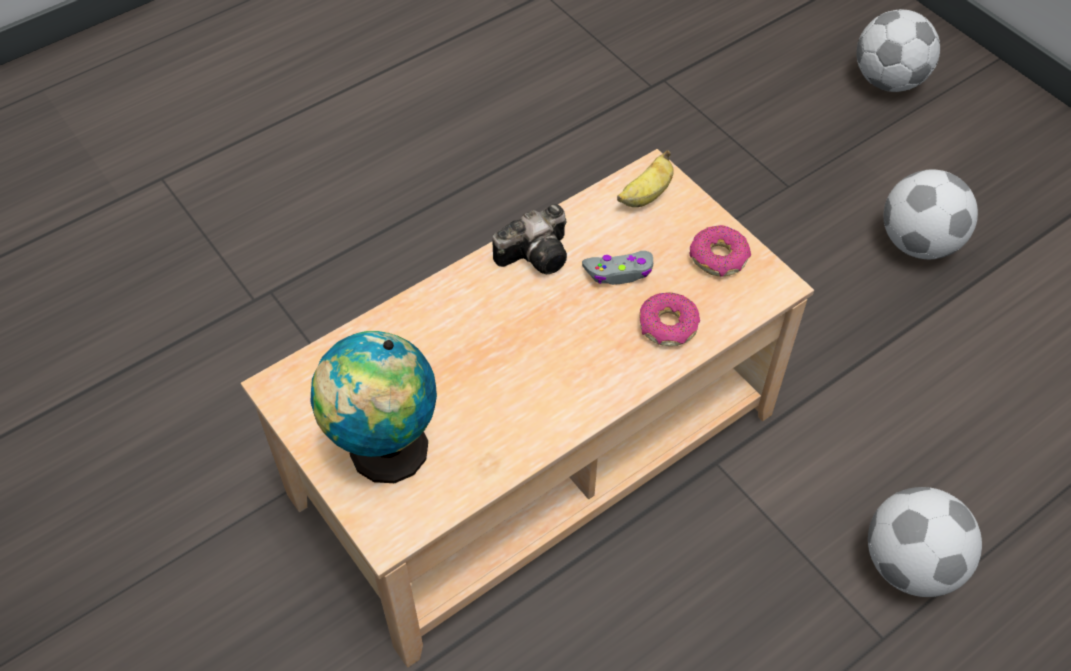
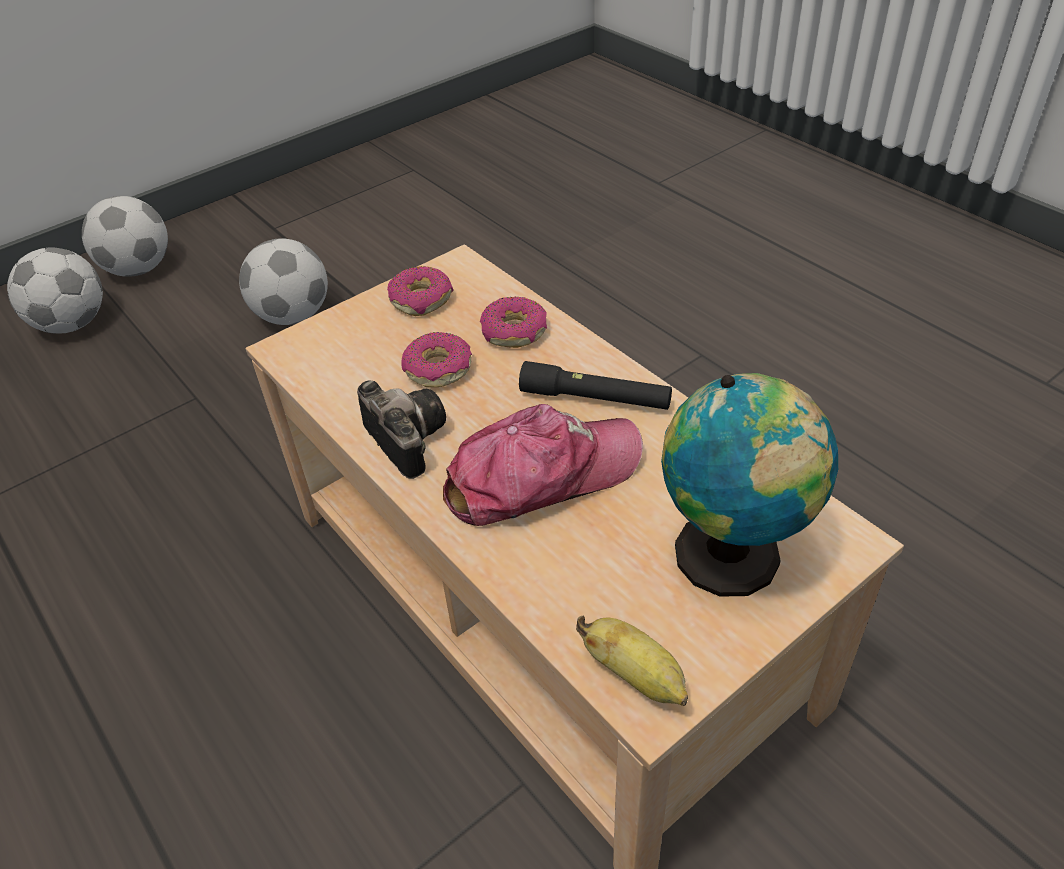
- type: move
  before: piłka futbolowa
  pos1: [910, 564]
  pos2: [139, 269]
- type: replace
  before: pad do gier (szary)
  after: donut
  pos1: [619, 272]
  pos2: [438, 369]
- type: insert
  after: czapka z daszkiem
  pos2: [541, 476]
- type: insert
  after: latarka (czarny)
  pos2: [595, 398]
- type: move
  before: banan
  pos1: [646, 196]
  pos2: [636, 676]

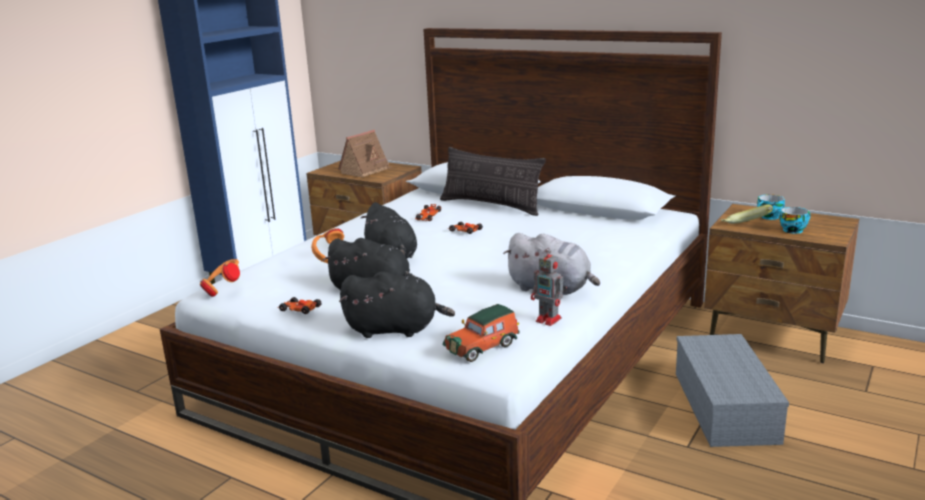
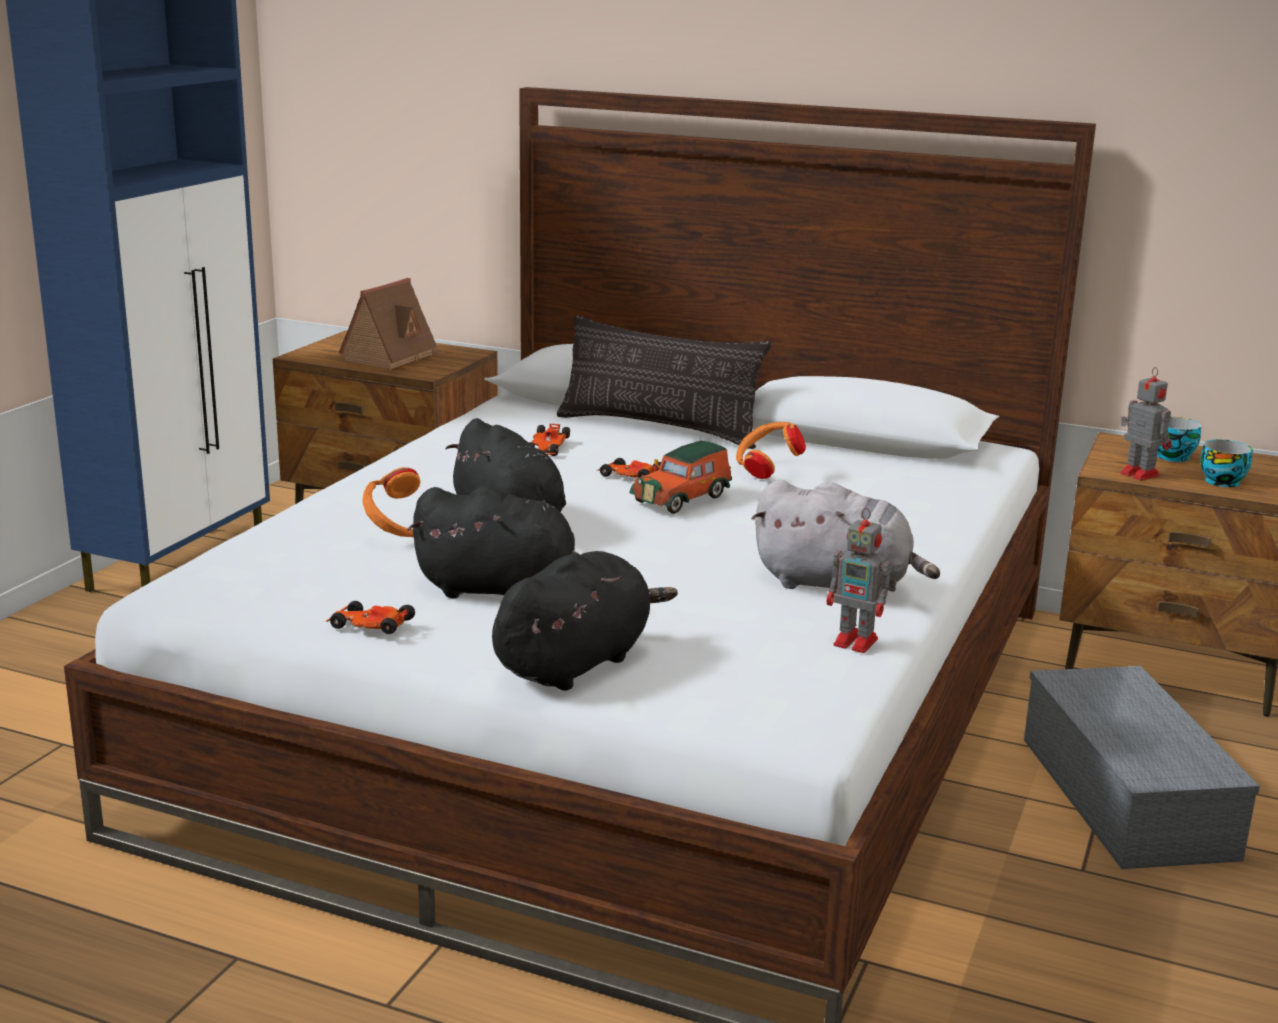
- type: rotate
  before: pluszak (czarny)
  pos1: [396, 329]
  pos2: [576, 662]
  turn: -45
- type: move
  before: samochodzik
  pos1: [483, 347]
  pos2: [683, 498]
- type: move
  before: słuchawki (pomarańczowy)
  pos1: [223, 290]
  pos2: [766, 470]
- type: replace
  before: banan
  after: robot zabawkowy
  pos1: [745, 226]
  pos2: [1138, 474]

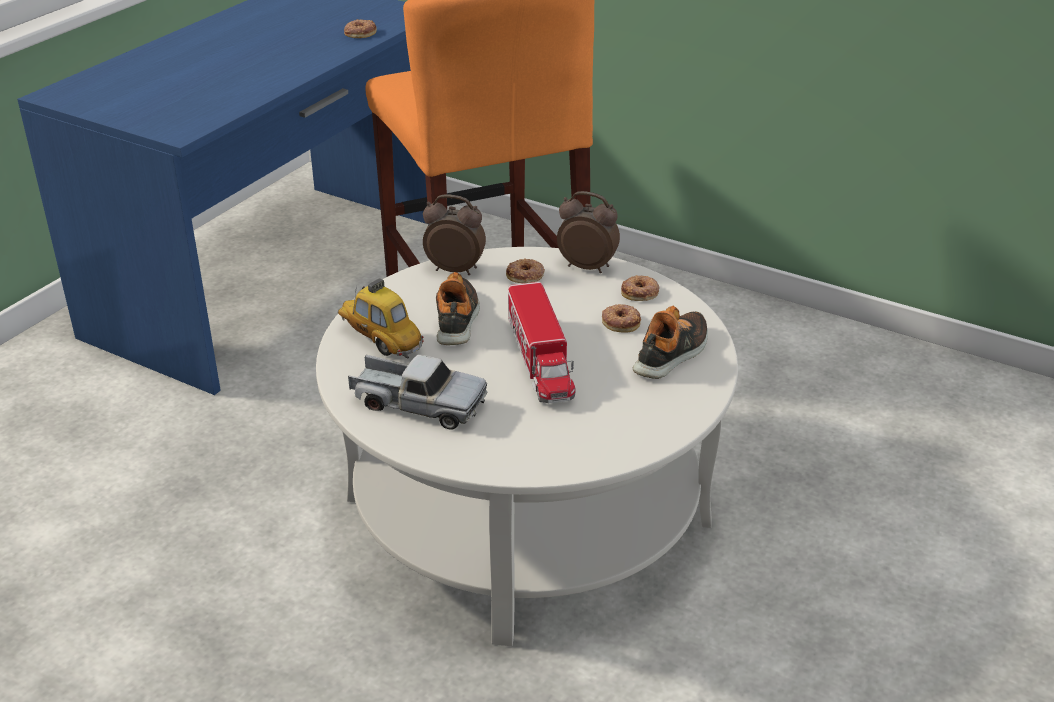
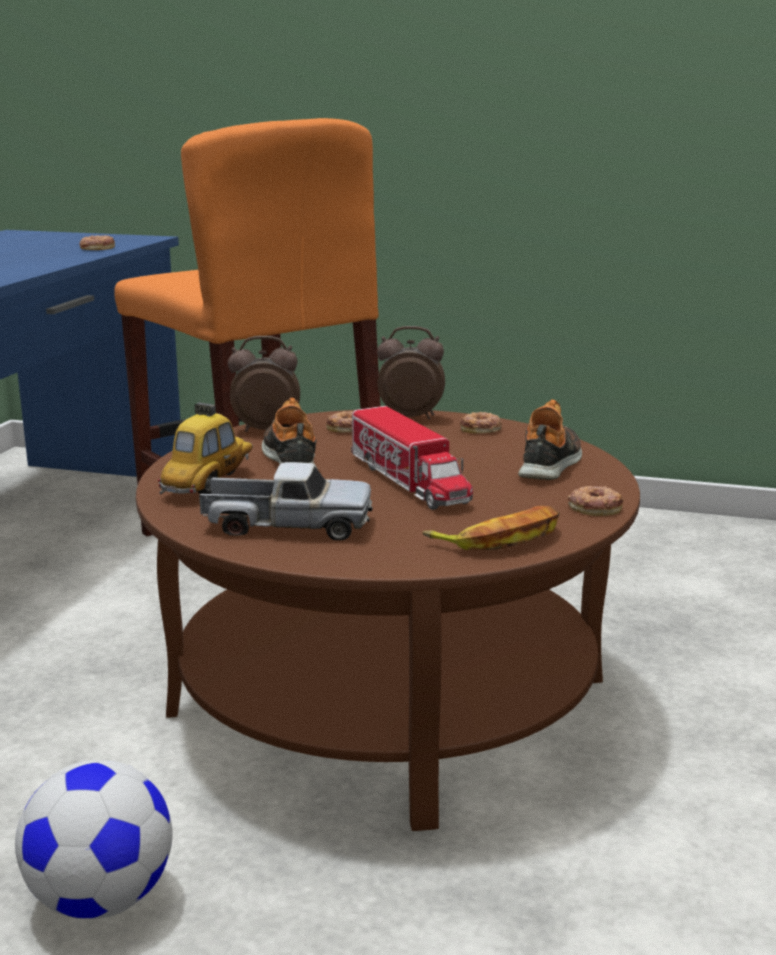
- type: insert
  after: piłka futbolowa
  pos2: [100, 899]
- type: recolor
  before: ława (biały)
  after: ława (brązowy)
  pos1: [526, 509]
  pos2: [387, 694]
- type: rotate
  before: samochodzik
  pos1: [380, 340]
  pos2: [209, 484]
  turn: 90
- type: insert
  after: banan
  pos2: [499, 539]
- type: move
  before: donut
  pos1: [621, 322]
  pos2: [595, 507]

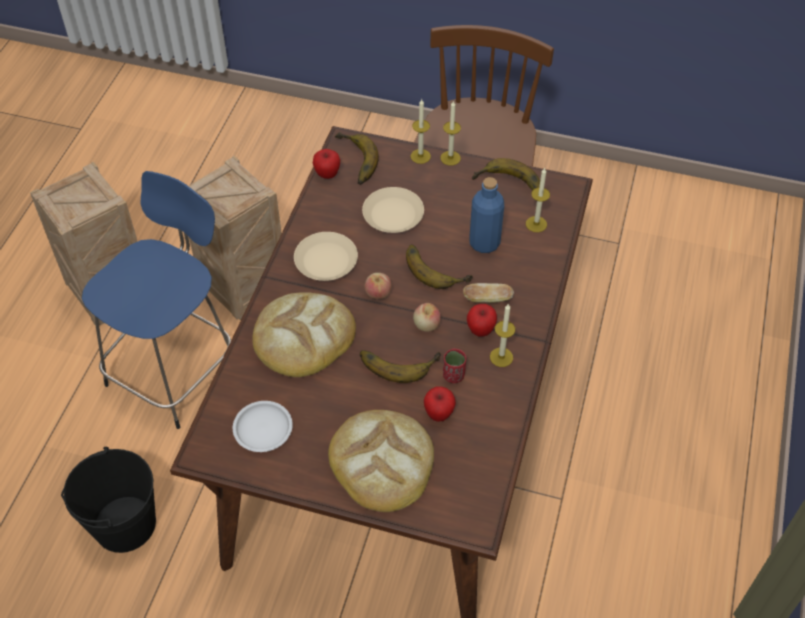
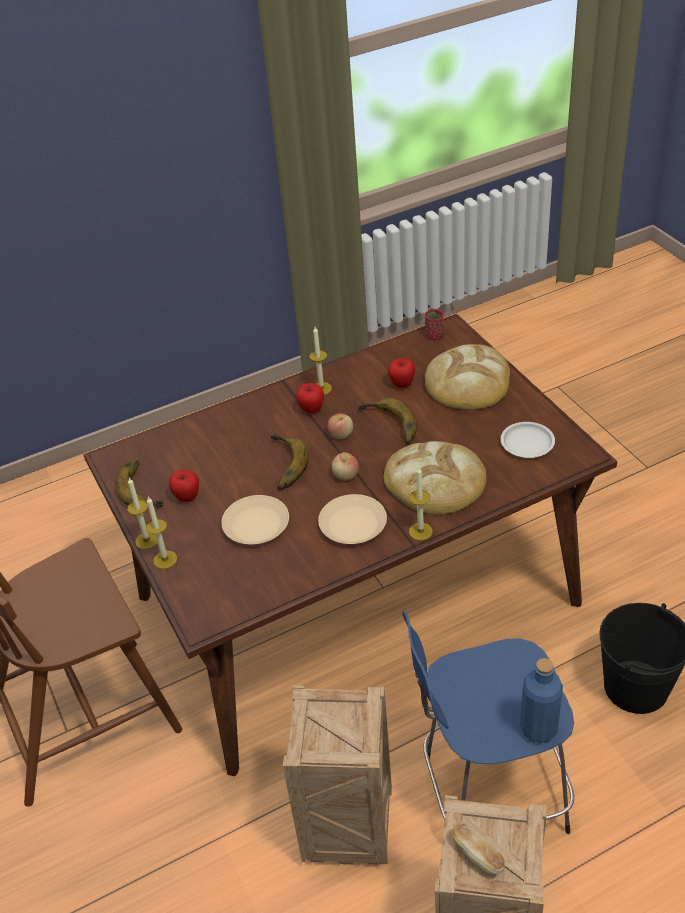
- type: move
  before: jabłko
  pos1: [327, 174]
  pos2: [187, 497]
- type: move
  before: świeca
  pos1: [536, 224]
  pos2: [420, 531]
- type: move
  before: filiżanka (czerwony)
  pos1: [453, 375]
  pos2: [434, 335]
- type: move
  before: chleb
  pos1: [487, 299]
  pos2: [477, 855]
- type: move
  before: butelka (niebieski)
  pos1: [484, 243]
  pos2: [538, 728]
- type: delete
  before: banan
  pos1: [353, 161]

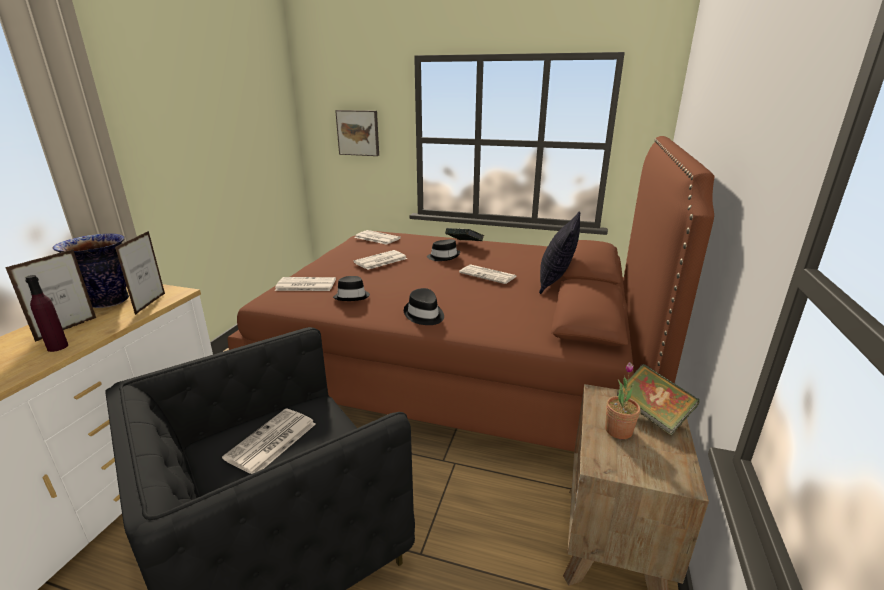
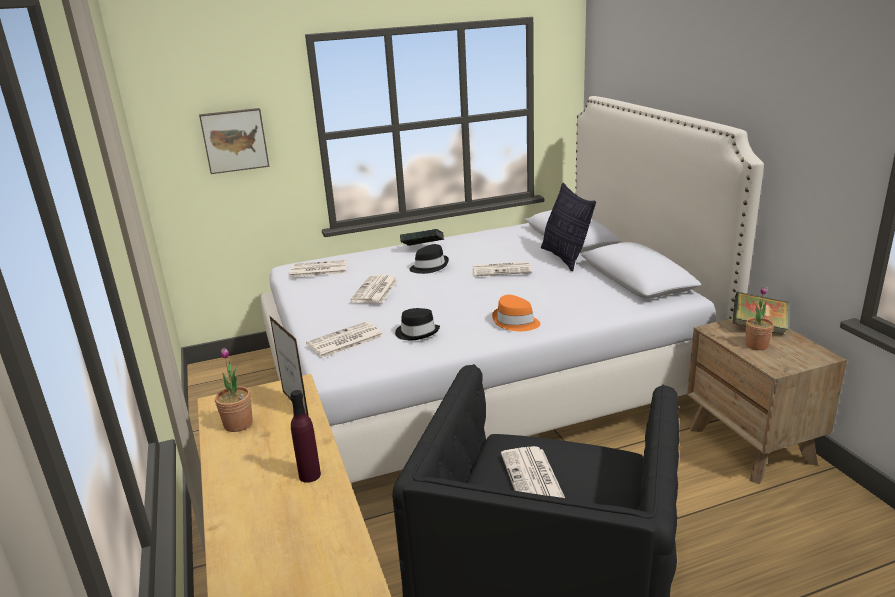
- type: replace
  before: wazon
  after: roślina doniczkowa
  pos1: [109, 301]
  pos2: [238, 424]
- type: recolor
  before: łóżko (brązowy)
  after: łóżko (biały)
  pos1: [461, 363]
  pos2: [482, 378]
- type: recolor
  before: kapelusz (czarny)
  after: kapelusz (pomarańczowy)
  pos1: [424, 315]
  pos2: [515, 322]
- type: delete
  before: ramka na zdjęcie
  pos1: [67, 329]

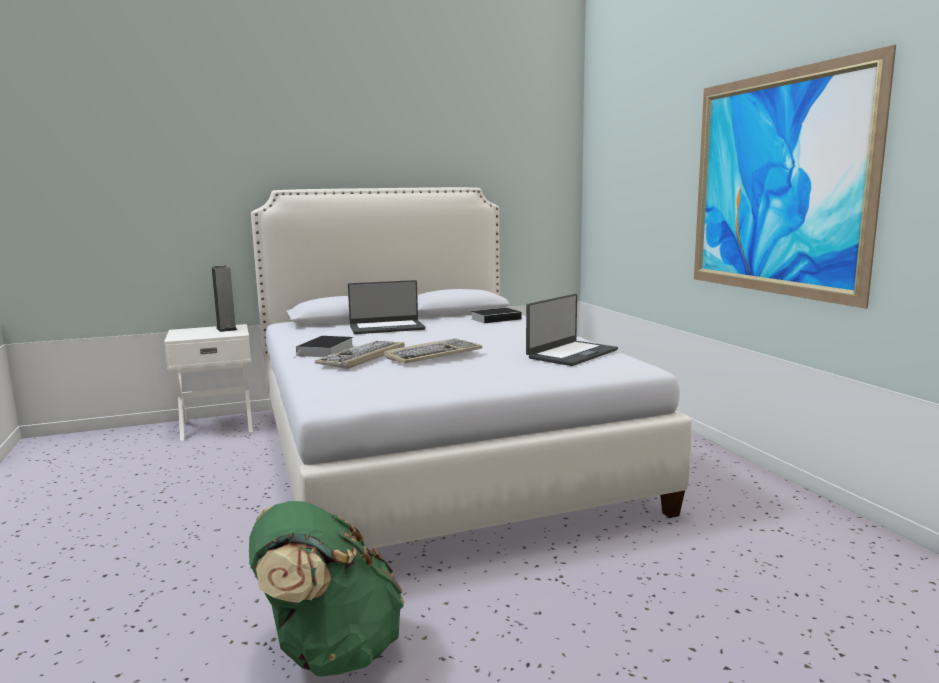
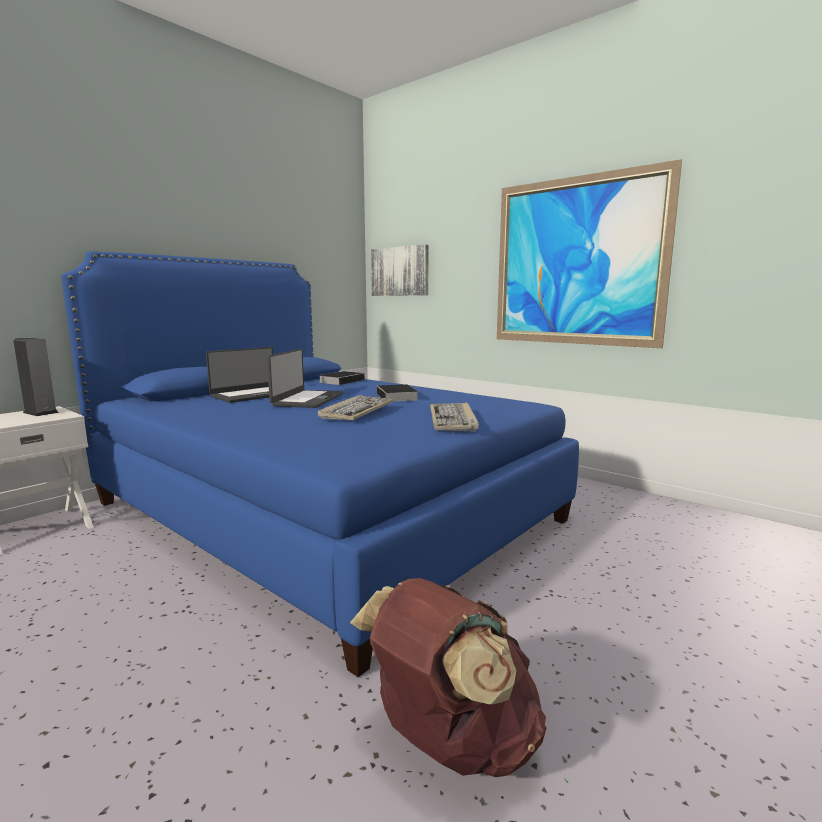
- type: recolor
  before: łóżko (biały)
  after: łóżko (niebieski)
  pos1: [433, 453]
  pos2: [322, 511]
- type: move
  before: laptop
  pos1: [571, 354]
  pos2: [307, 399]
- type: recolor
  before: plecak (zielony)
  after: plecak (brązowy)
  pos1: [329, 651]
  pos2: [450, 742]
- type: insert
  after: obraz
  pos2: [400, 271]
- type: move
  before: książka
  pos1: [325, 351]
  pos2: [397, 397]
- type: move
  before: klawiatura
  pos1: [362, 357]
  pos2: [453, 420]

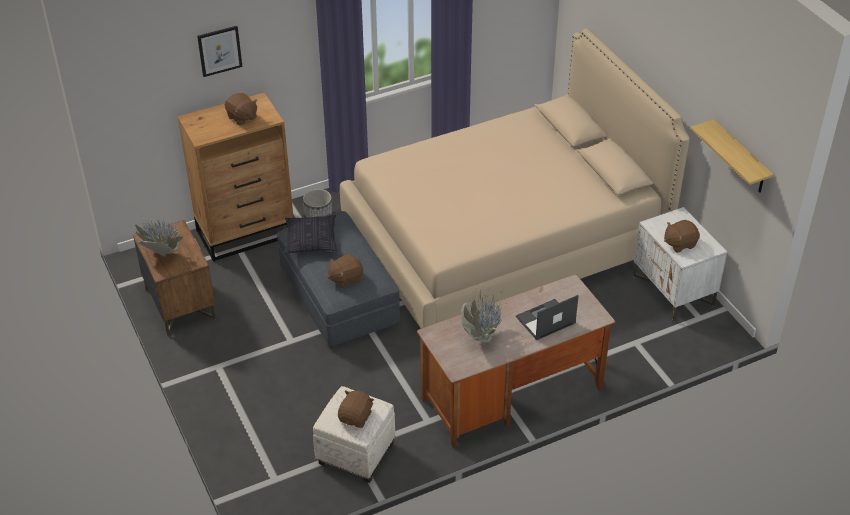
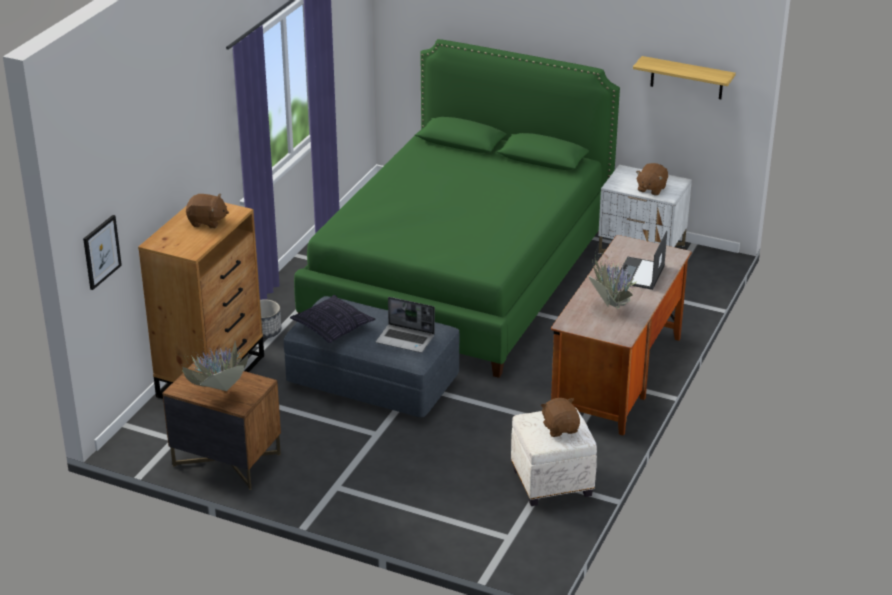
- type: move
  before: obraz
  pos1: [219, 50]
  pos2: [101, 252]
- type: recolor
  before: łóżko (beżowy)
  after: łóżko (zielony)
  pos1: [504, 240]
  pos2: [461, 275]
- type: replace
  before: pluszak (brązowy)
  after: laptop
  pos1: [345, 279]
  pos2: [406, 339]

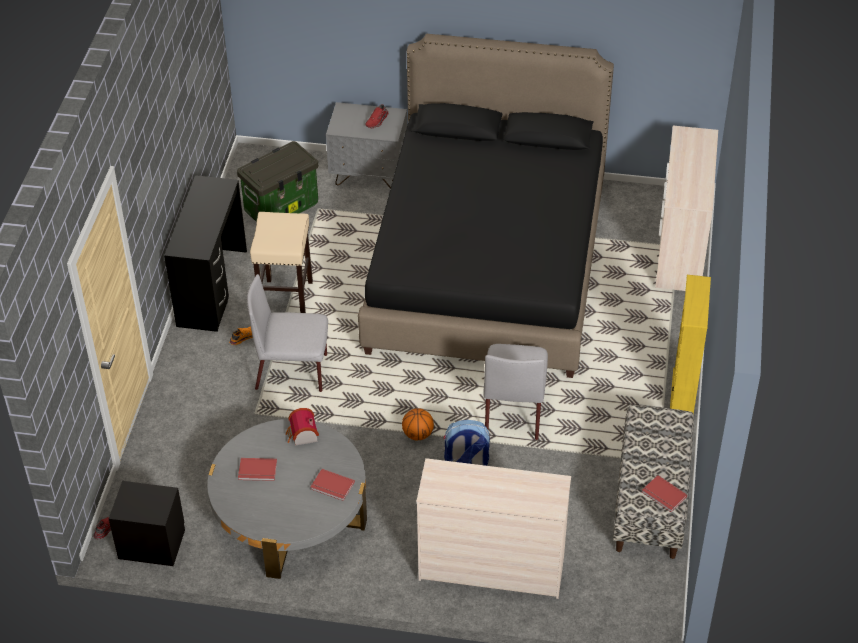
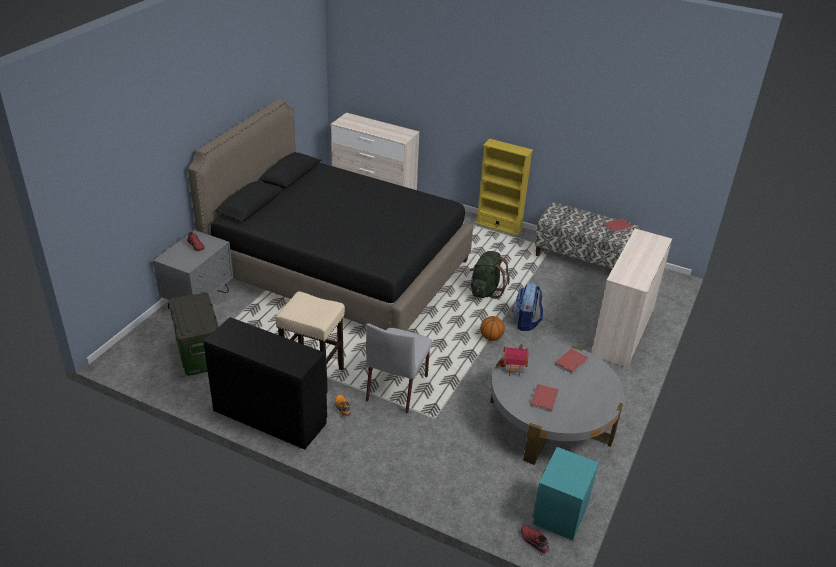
- type: replace
  before: krzesło (szary)
  after: plecak (zielony)
  pos1: [513, 411]
  pos2: [485, 291]
- type: recolor
  before: szafka nocna (czarny)
  after: szafka nocna (turkusowy)
  pos1: [152, 542]
  pos2: [559, 512]

